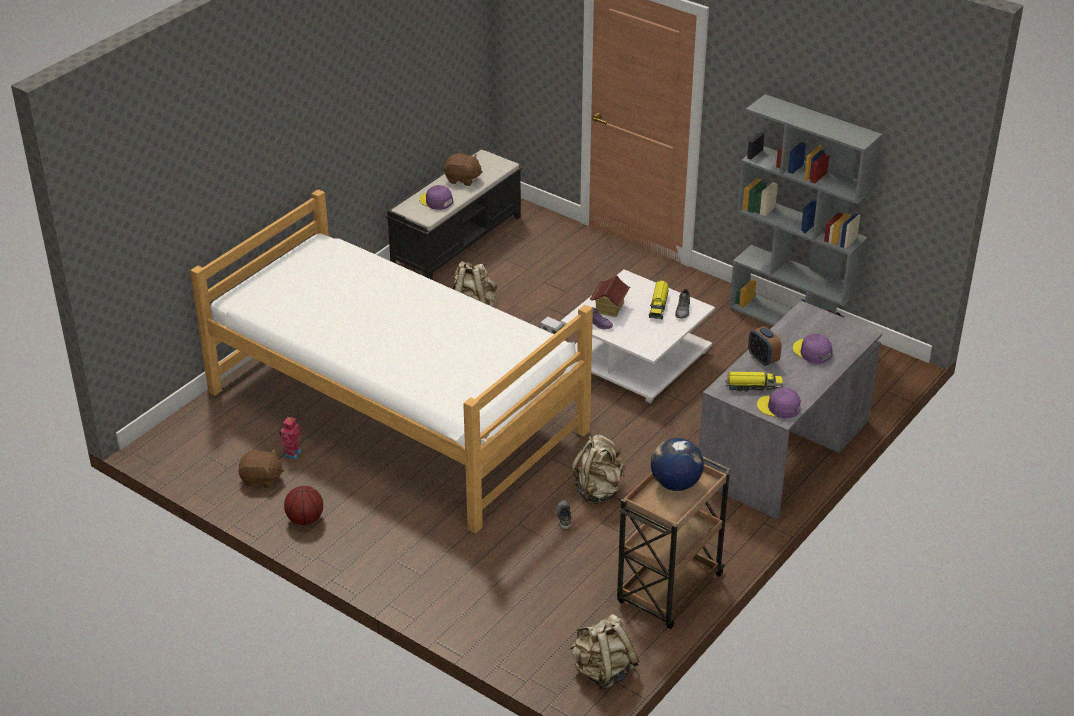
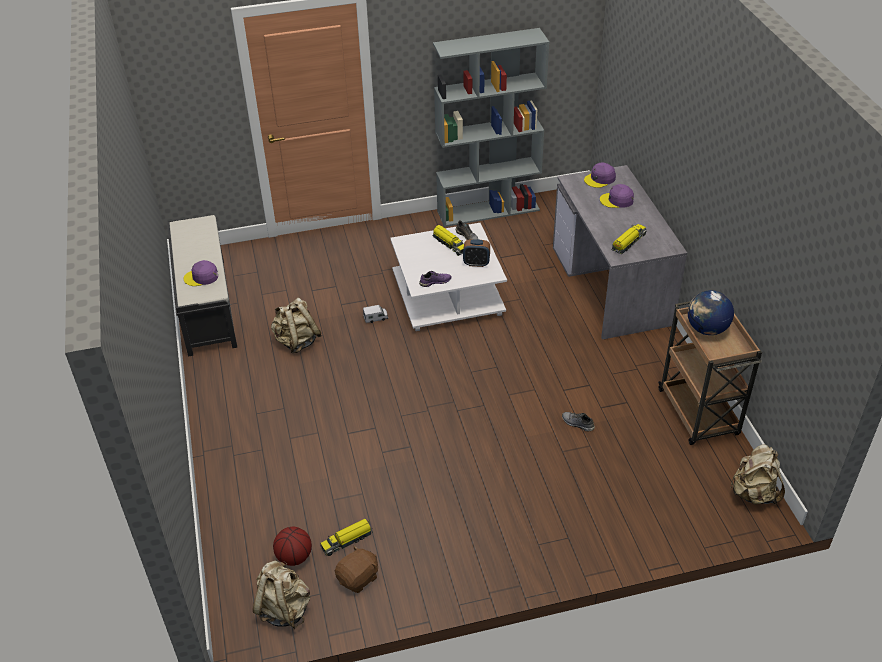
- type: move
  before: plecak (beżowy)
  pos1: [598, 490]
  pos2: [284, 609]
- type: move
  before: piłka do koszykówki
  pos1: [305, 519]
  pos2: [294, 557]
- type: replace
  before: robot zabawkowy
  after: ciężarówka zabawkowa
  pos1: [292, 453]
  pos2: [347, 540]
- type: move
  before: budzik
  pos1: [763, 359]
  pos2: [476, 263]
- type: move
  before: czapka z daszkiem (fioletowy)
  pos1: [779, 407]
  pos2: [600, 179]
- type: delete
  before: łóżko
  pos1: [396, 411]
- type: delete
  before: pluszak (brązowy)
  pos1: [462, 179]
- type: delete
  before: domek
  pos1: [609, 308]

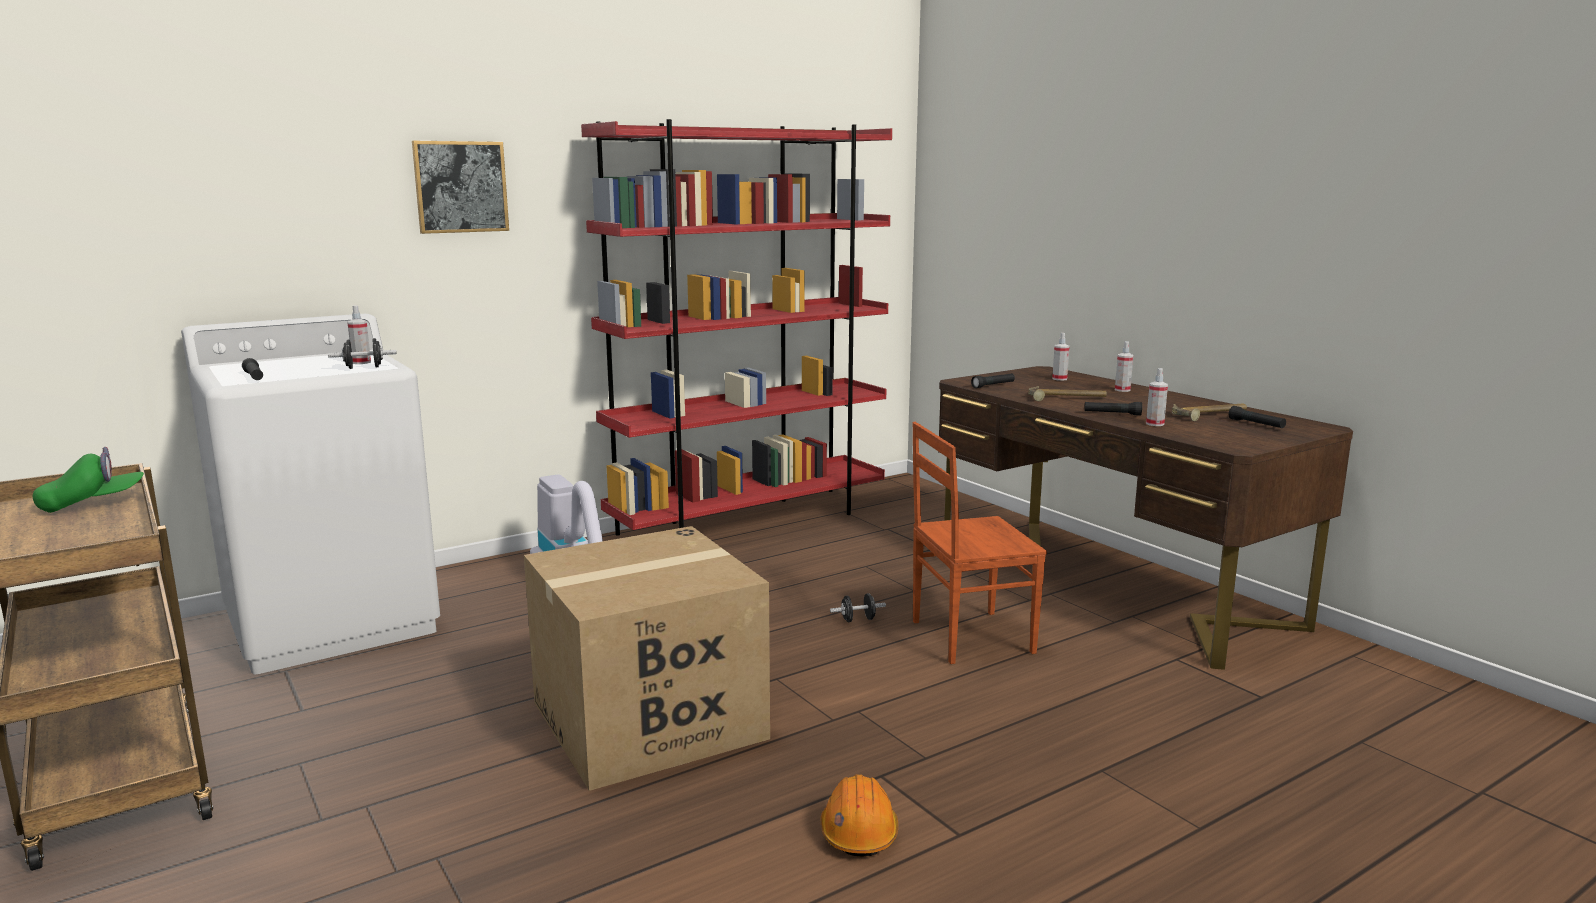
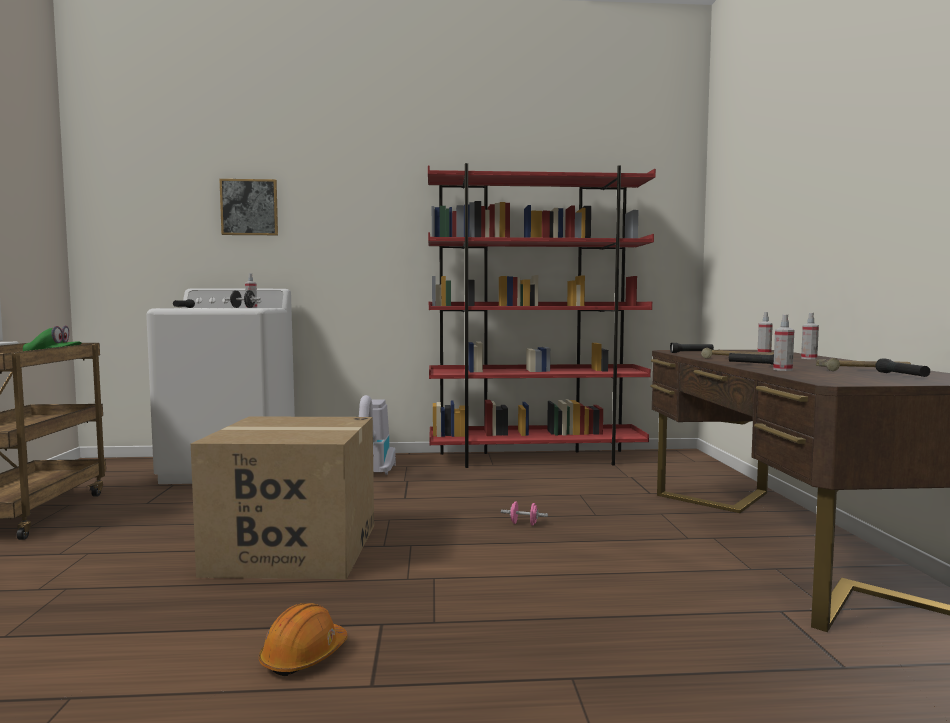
- type: move
  before: obraz
  pos1: [461, 187]
  pos2: [249, 207]
- type: recolor
  before: hantel (czarny)
  after: hantel (różowy)
  pos1: [858, 620]
  pos2: [524, 524]
- type: delete
  before: krzesło (brązowy)
  pos1: [969, 636]

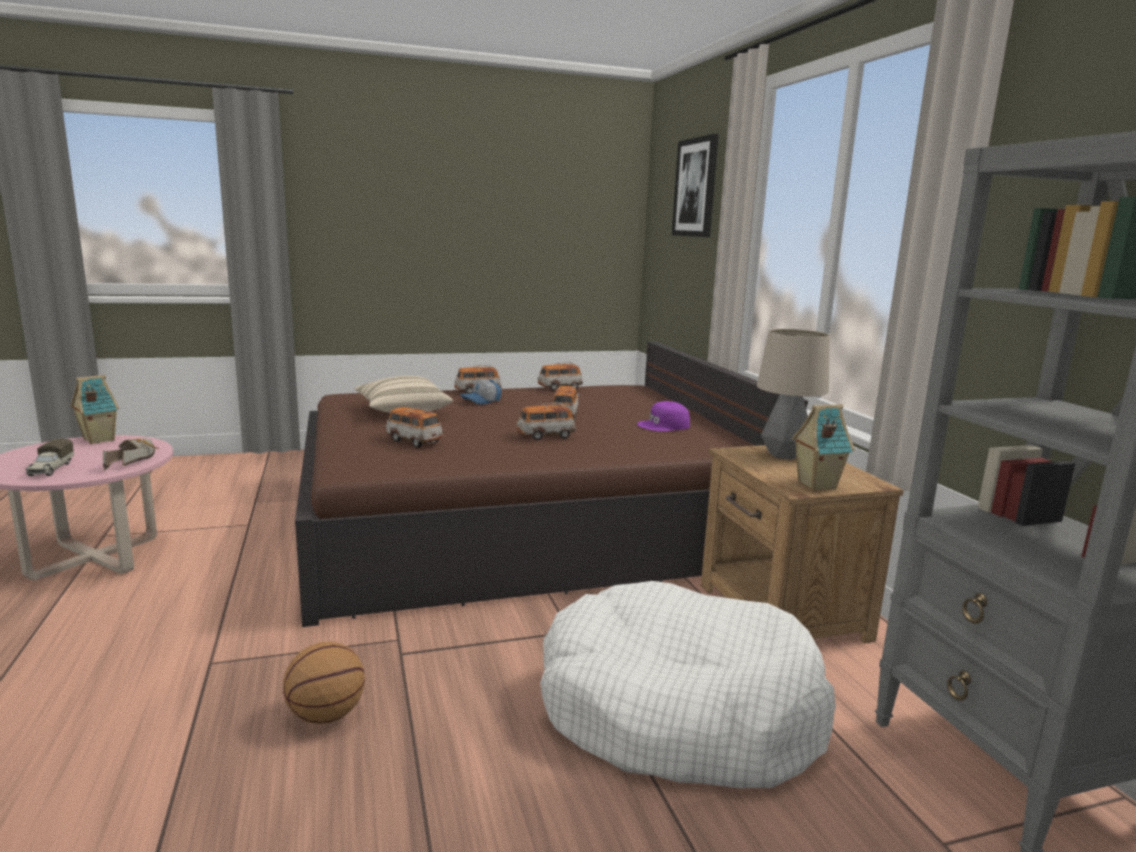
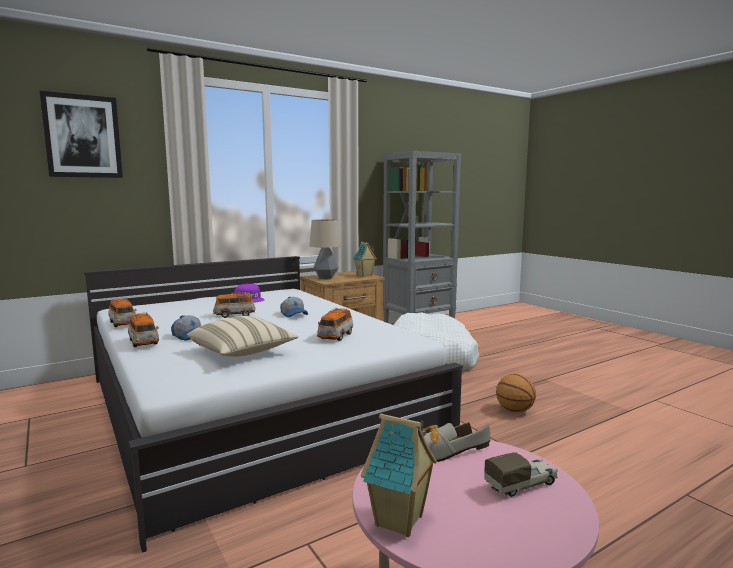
- type: recolor
  before: łóżko (brązowy)
  after: łóżko (biały)
  pos1: [524, 522]
  pos2: [252, 405]
- type: replace
  before: samochodzik
  after: czapka z daszkiem
  pos1: [545, 436]
  pos2: [294, 314]

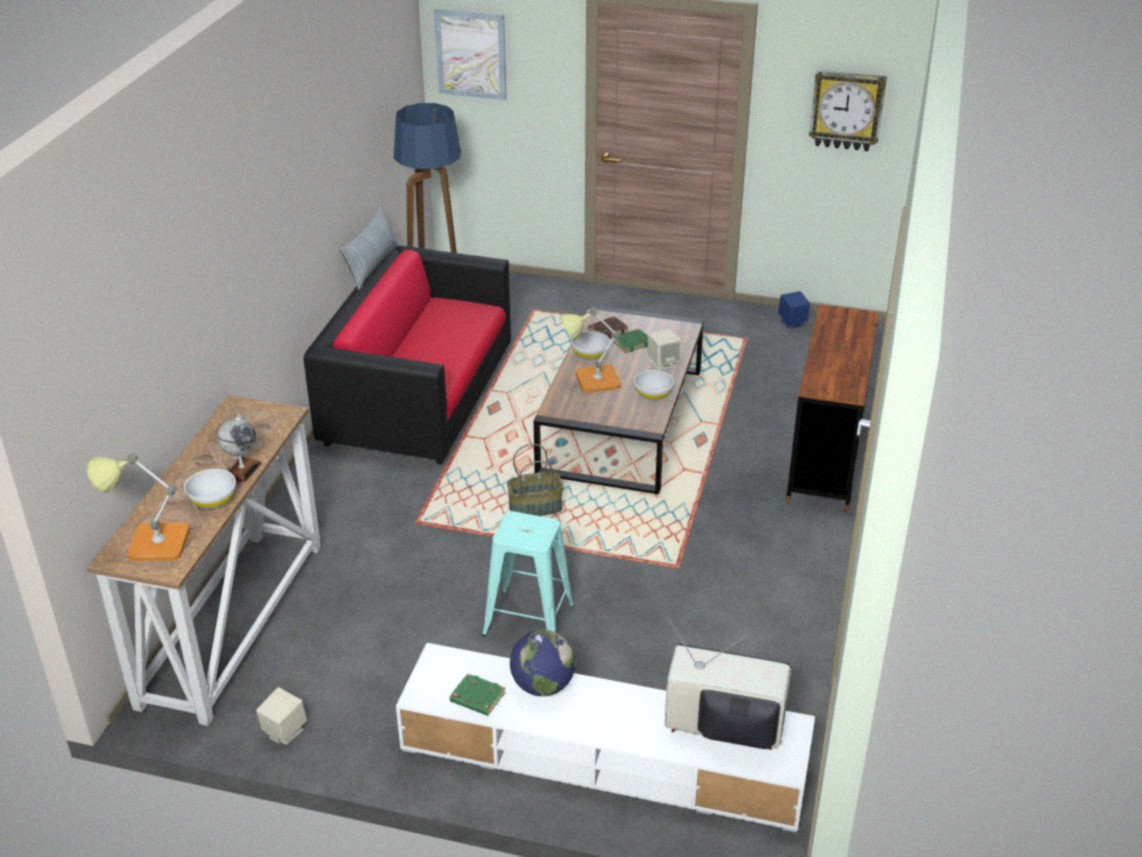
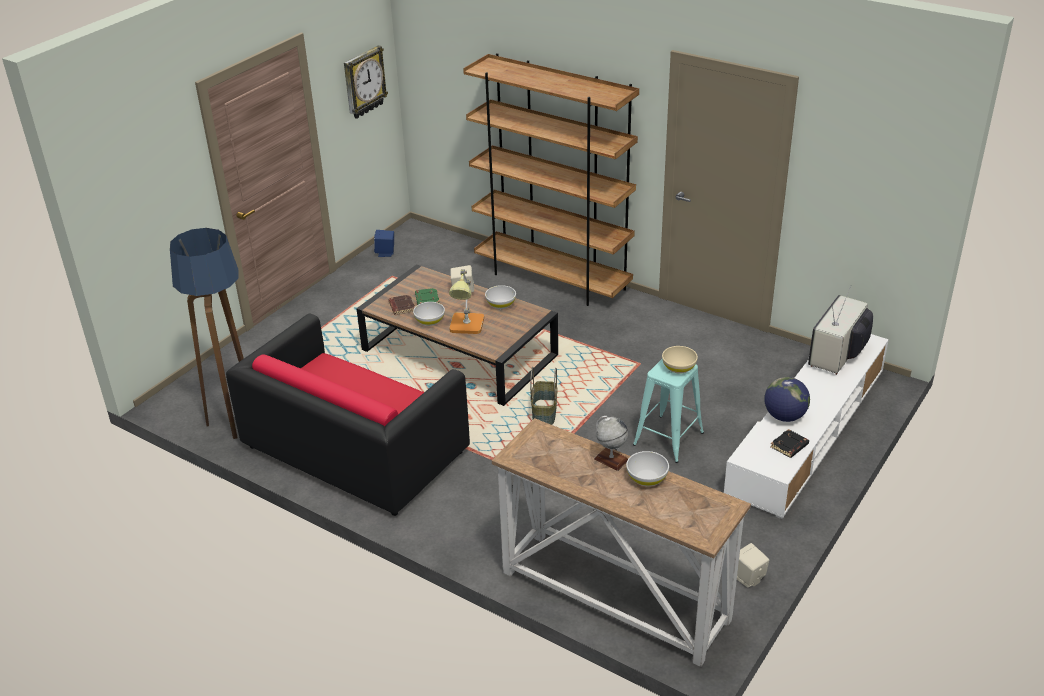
- type: replace
  before: biurko (brązowy)
  after: regał (brązowy)
  pos1: [826, 457]
  pos2: [552, 279]
- type: insert
  after: miska (beżowy)
  pos2: [679, 368]
- type: recolor
  before: książka (zielony)
  after: książka (czarny)
  pos1: [476, 698]
  pos2: [789, 446]
- type: delete
  before: lampa stołowa
  pos1: [150, 543]
- type: delete
  before: poduszka
  pos1: [372, 266]
- type: delete
  before: obraz
  pos1: [471, 54]

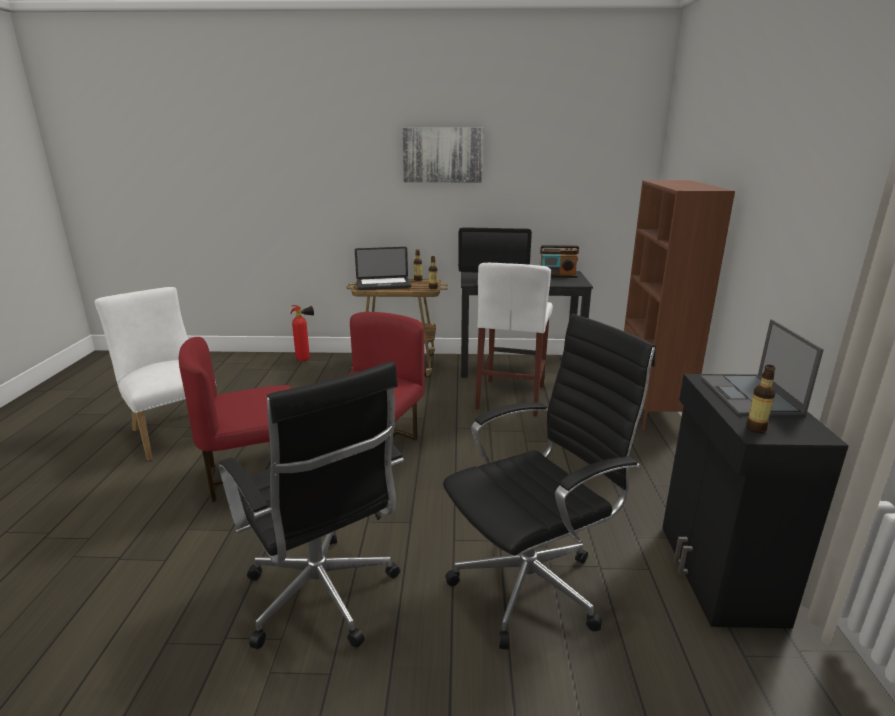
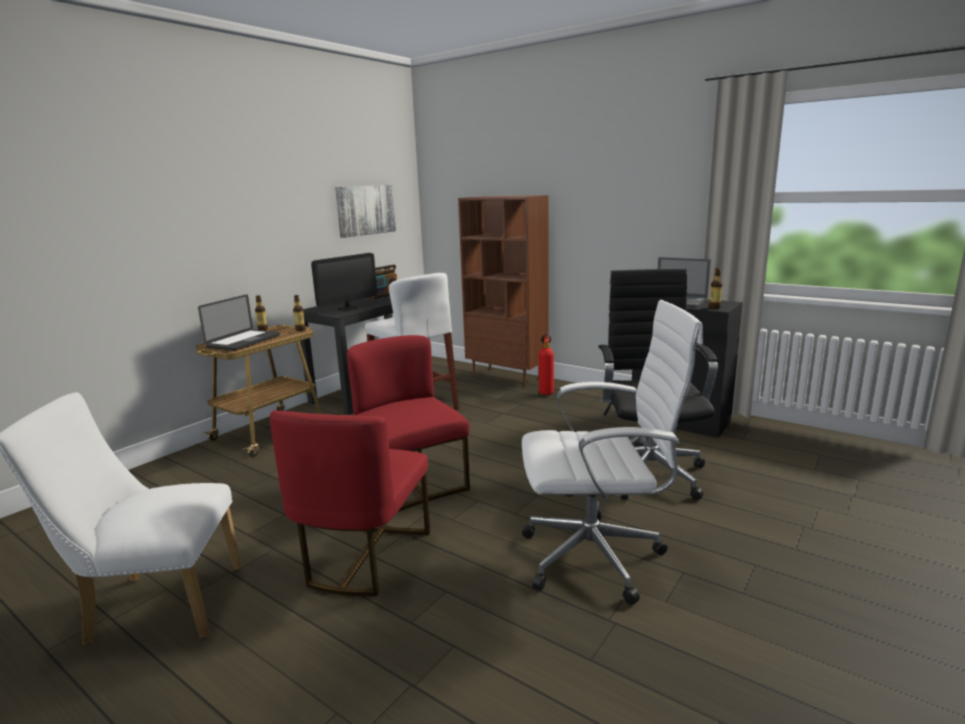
- type: move
  before: obraz
  pos1: [442, 155]
  pos2: [365, 210]
- type: recolor
  before: krzesło biurowe (czarny)
  after: krzesło biurowe (biały)
  pos1: [323, 599]
  pos2: [598, 557]
- type: move
  before: gaśnica
  pos1: [306, 359]
  pos2: [546, 392]

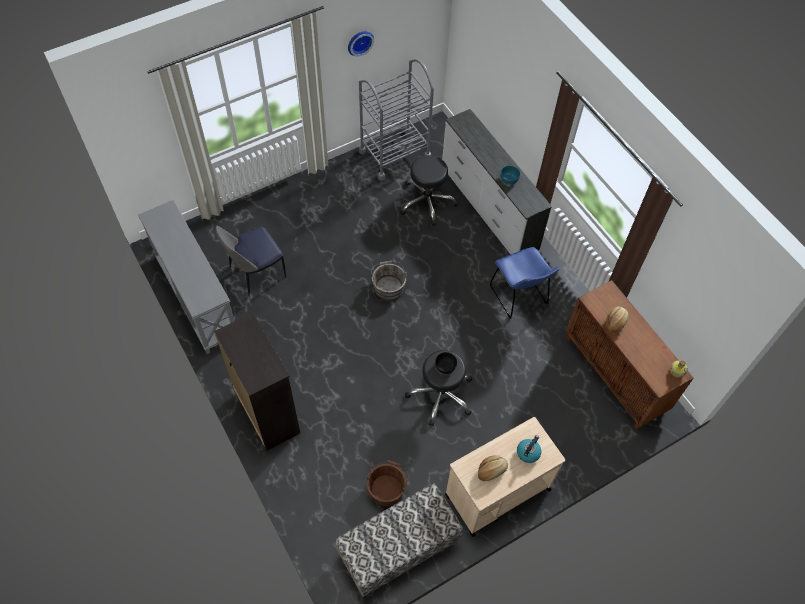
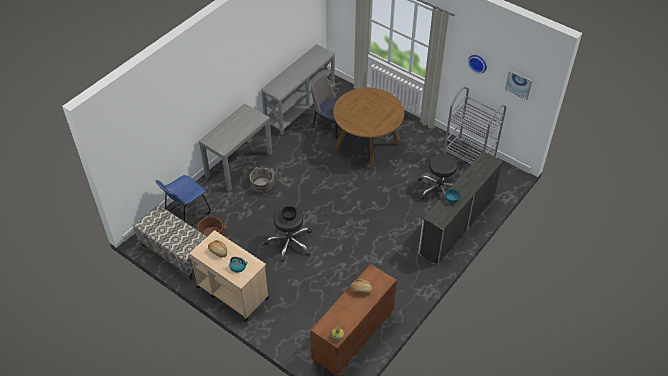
- type: move
  before: krzesło (niebieski)
  pos1: [520, 297]
  pos2: [186, 214]
- type: replace
  before: komoda (czarny)
  after: stolik konsolowy (szary)
  pos1: [268, 412]
  pos2: [239, 164]
- type: move
  before: wiadro (szary)
  pos1: [388, 286]
  pos2: [263, 184]
- type: insert
  after: stół jadalny (brązowy)
  pos2: [367, 146]
- type: insert
  after: obraz
  pos2: [518, 84]

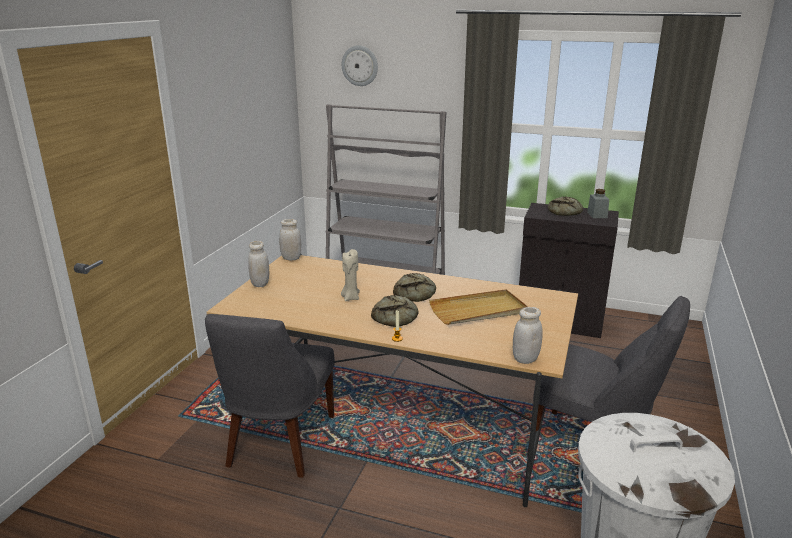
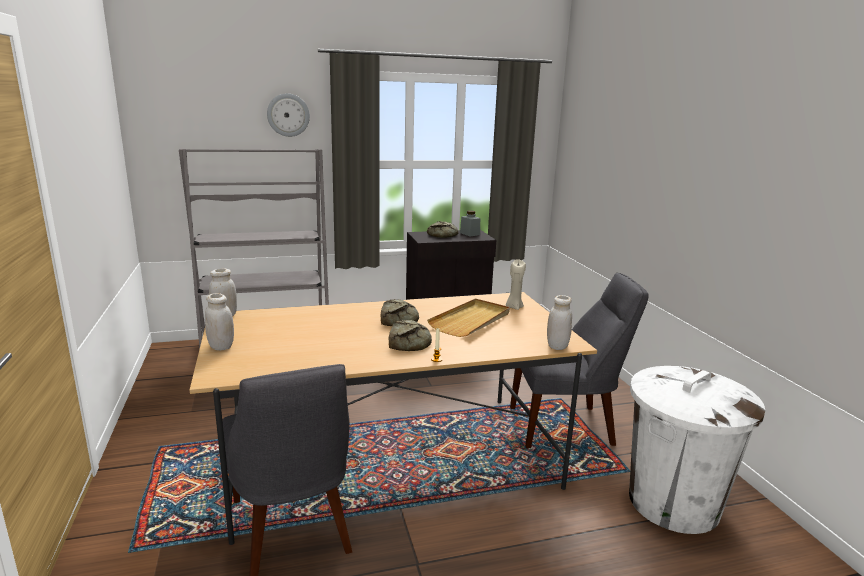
- type: move
  before: zegar ścienny
  pos1: [360, 65]
  pos2: [288, 115]
- type: move
  before: świeca (beżowy)
  pos1: [350, 297]
  pos2: [514, 307]

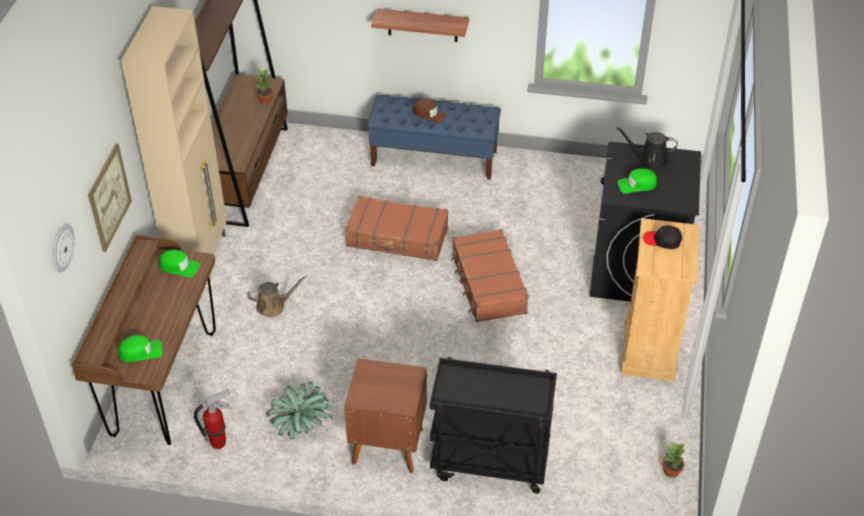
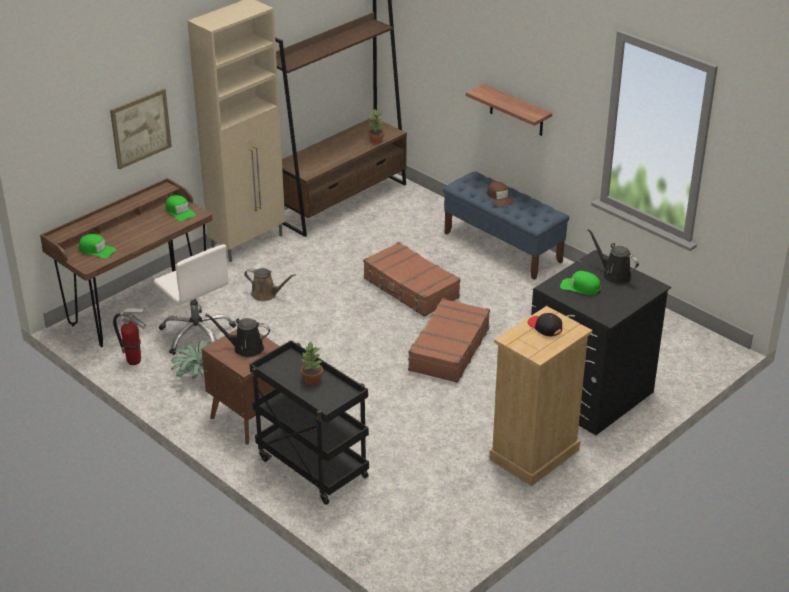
- type: insert
  after: krzesło biurowe (biały)
  pos2: [197, 334]
- type: insert
  after: konewka (czarny)
  pos2: [245, 348]
- type: move
  before: roślina doniczkowa
  pos1: [671, 471]
  pos2: [312, 380]
- type: delete
  before: zegar ścienny
  pos1: [61, 247]

